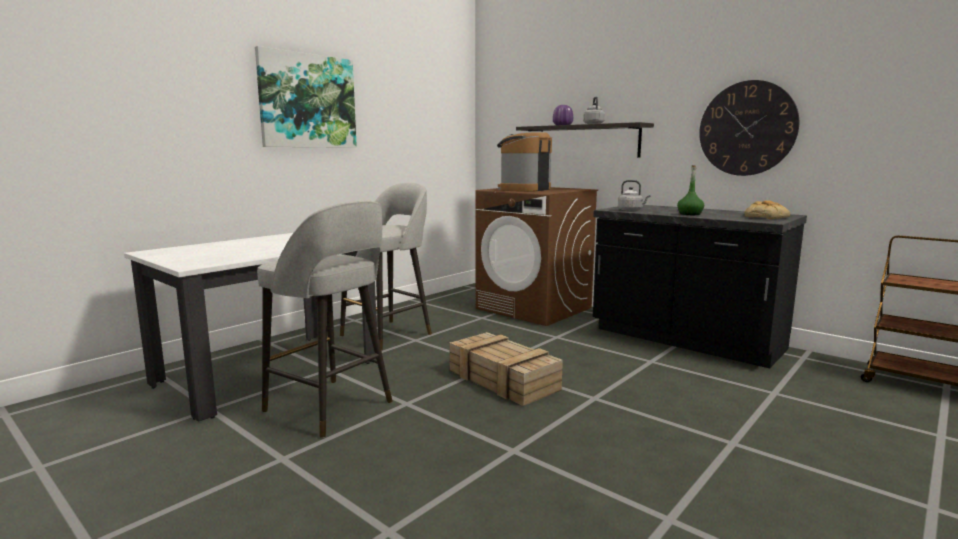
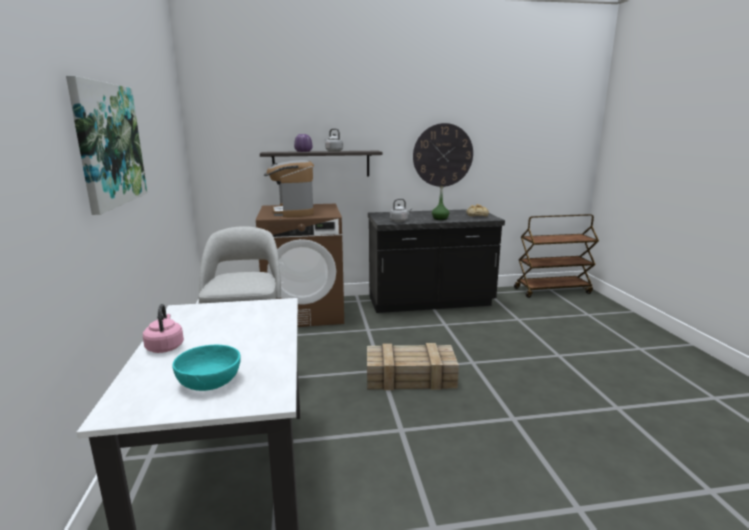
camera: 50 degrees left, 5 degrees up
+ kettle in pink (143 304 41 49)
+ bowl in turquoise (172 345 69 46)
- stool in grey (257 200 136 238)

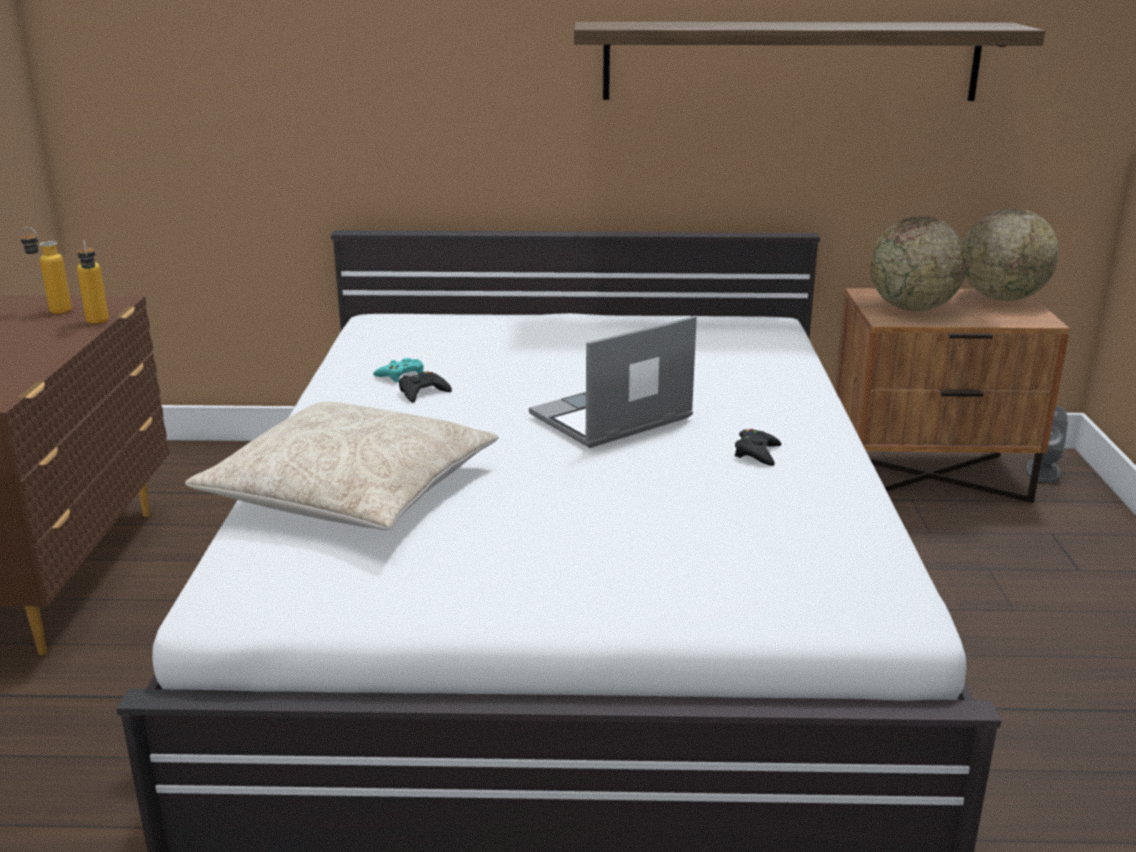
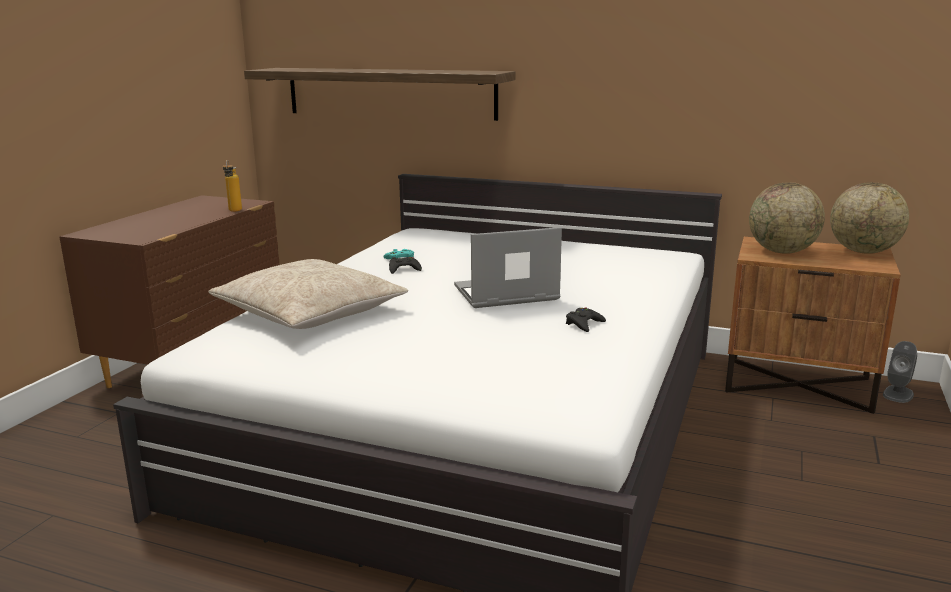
camera: 20 degrees right, 5 degrees down
~ shelf (574 22 471 79) to (244 68 271 53)
- bottle (20 227 52 87)

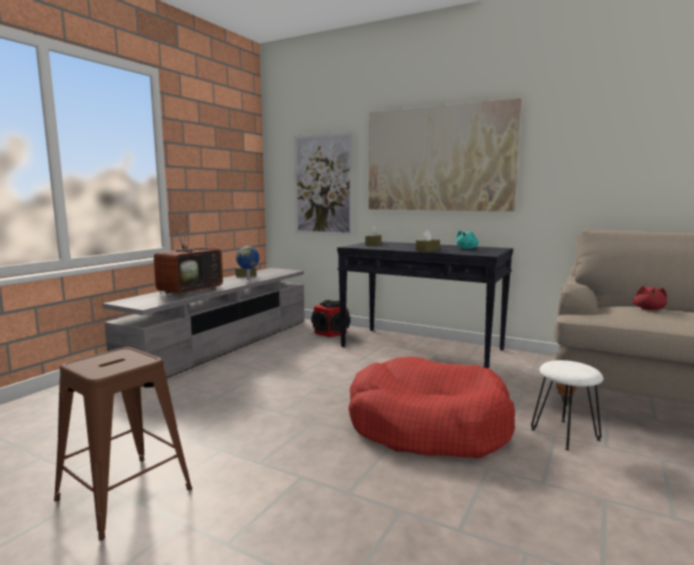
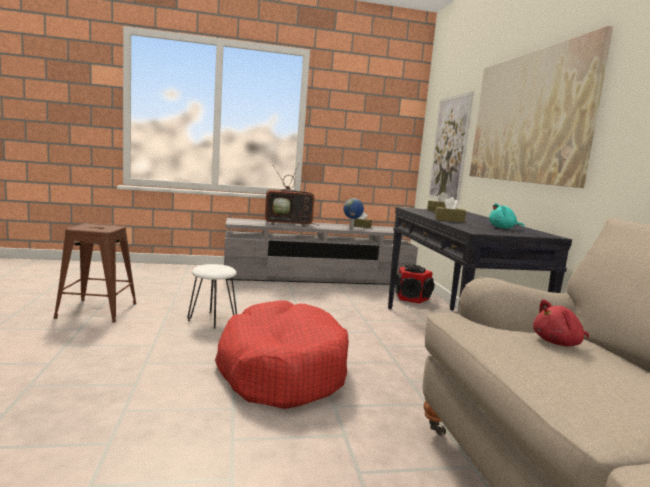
camera: 50 degrees right, 0 degrees up
~ stool in white (531 360 72 91) to (187 264 50 64)

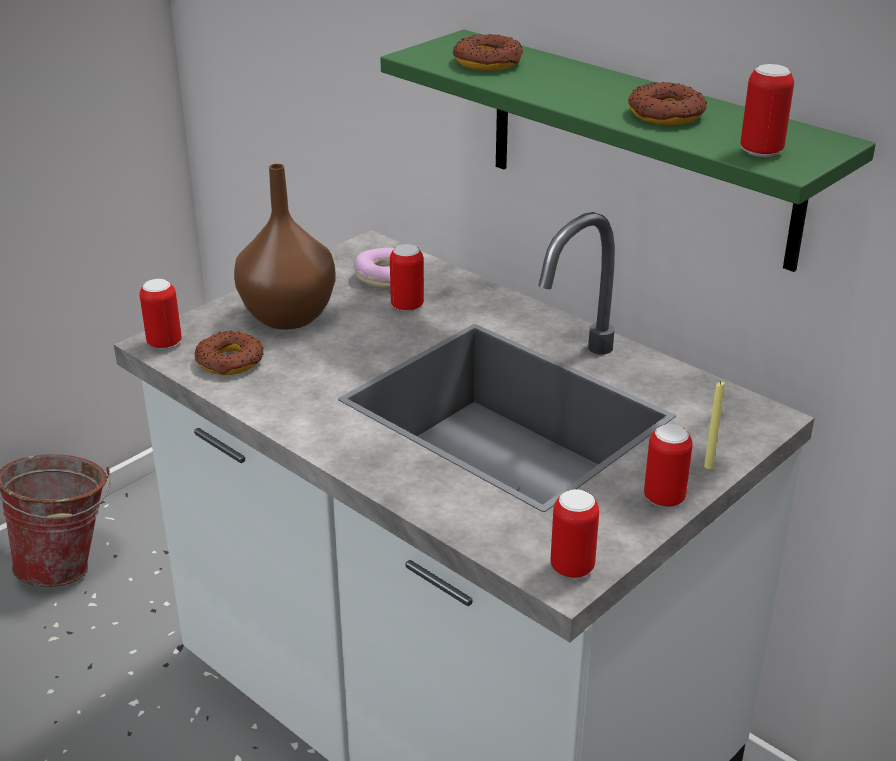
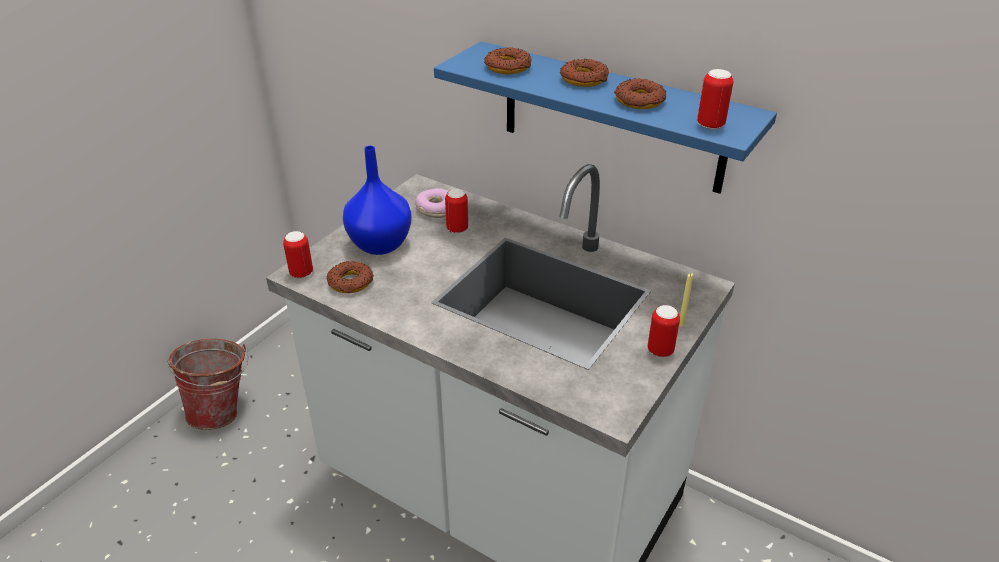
camera: 10 degrees left, 5 degrees up
~ vase in brown (234 164 102 166) to vase in blue (343 146 69 109)
~ shelf in green (380 30 496 242) to shelf in blue (434 41 343 153)
+ donut (560 59 49 28)
- can (550 489 49 89)

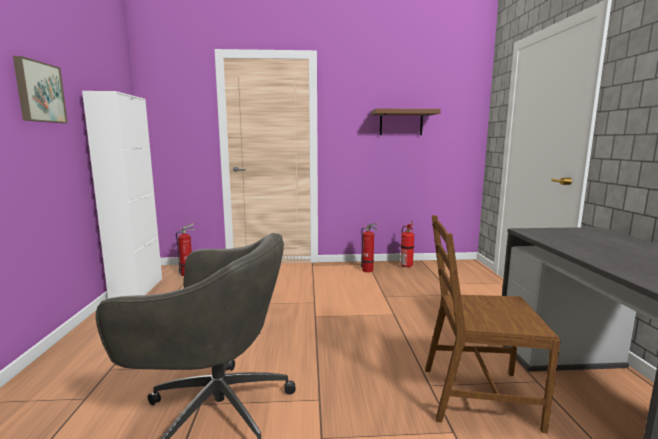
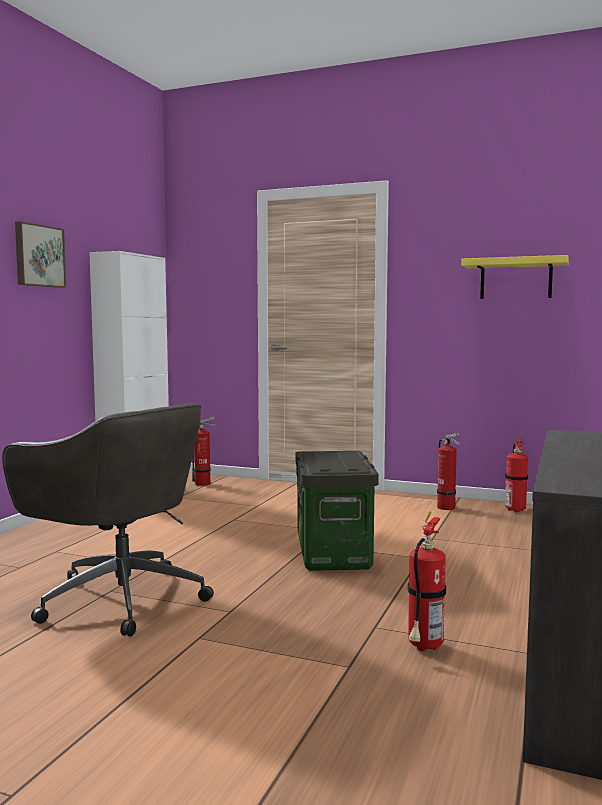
camera: 25 degrees right, 5 degrees down
+ storage box (296 451 83 120)
~ chair in brown (425 215 135 218) to fire extinguisher (408 511 38 141)
~ shelf in brown (371 109 70 26) to shelf in yellow (461 255 108 44)

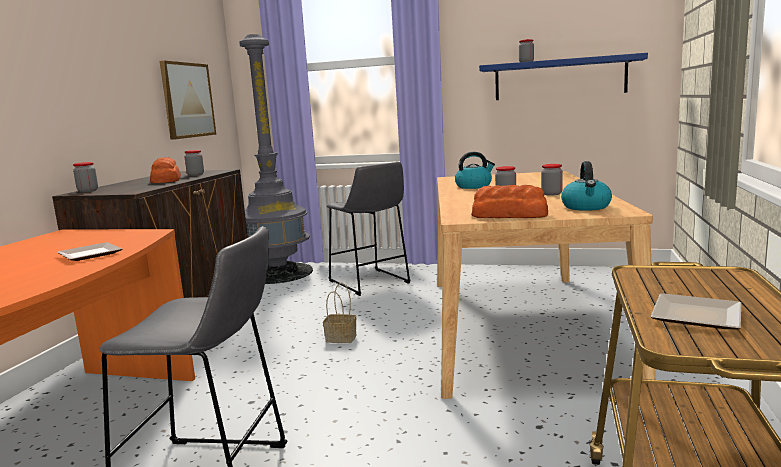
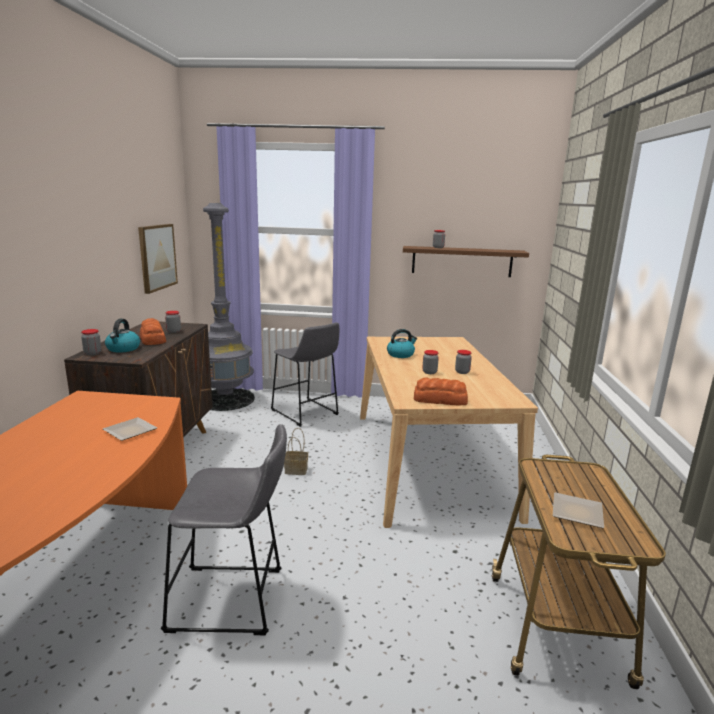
camera: 10 degrees left, 5 degrees up
~ kettle (561 161 51 50) to (105 319 35 34)
~ shelf in blue (479 53 169 47) to shelf in brown (403 246 126 31)

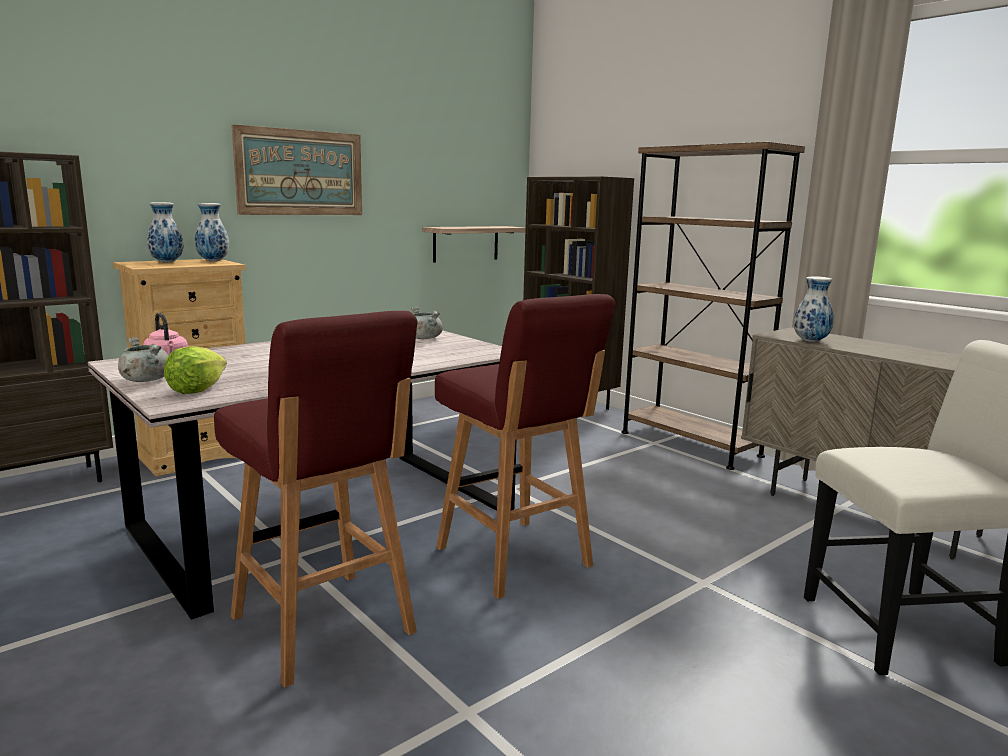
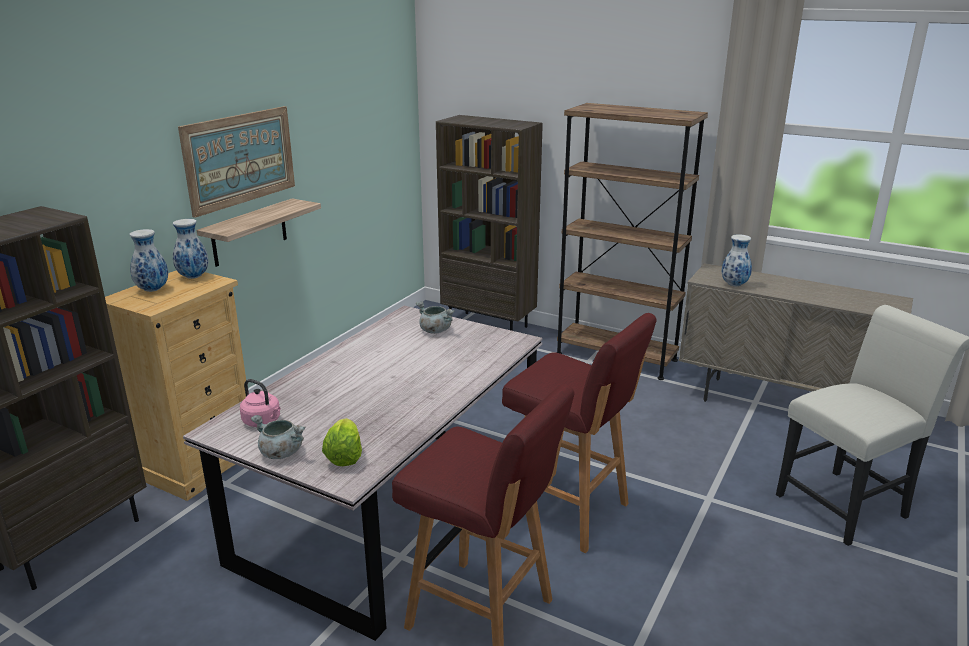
camera: 20 degrees left, 10 degrees up
~ shelf (422 226 104 36) to (197 199 124 68)

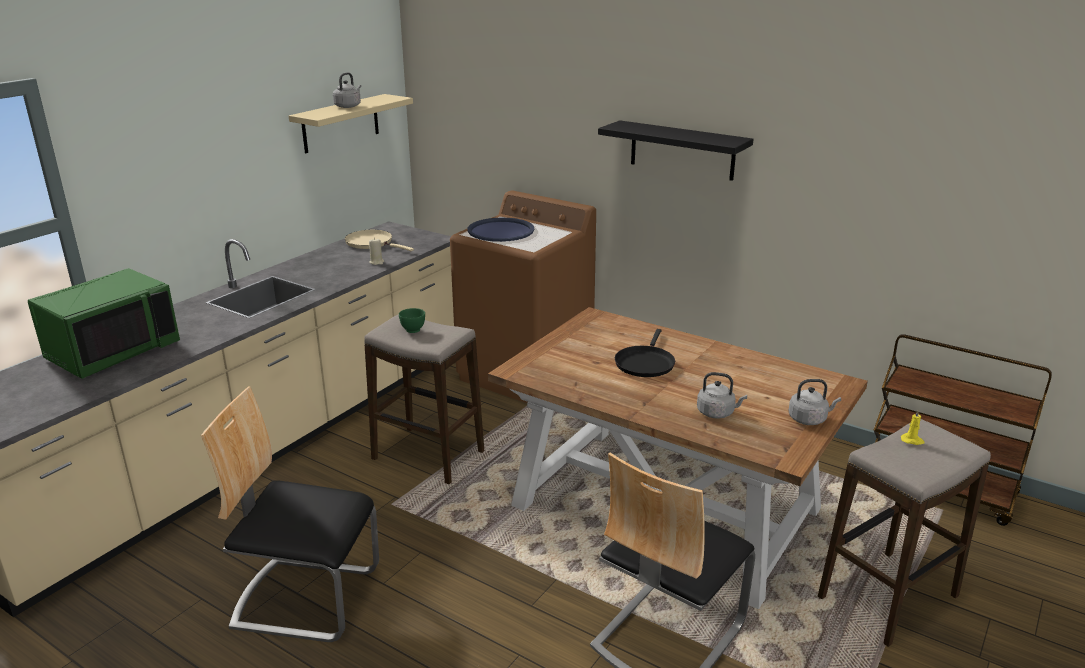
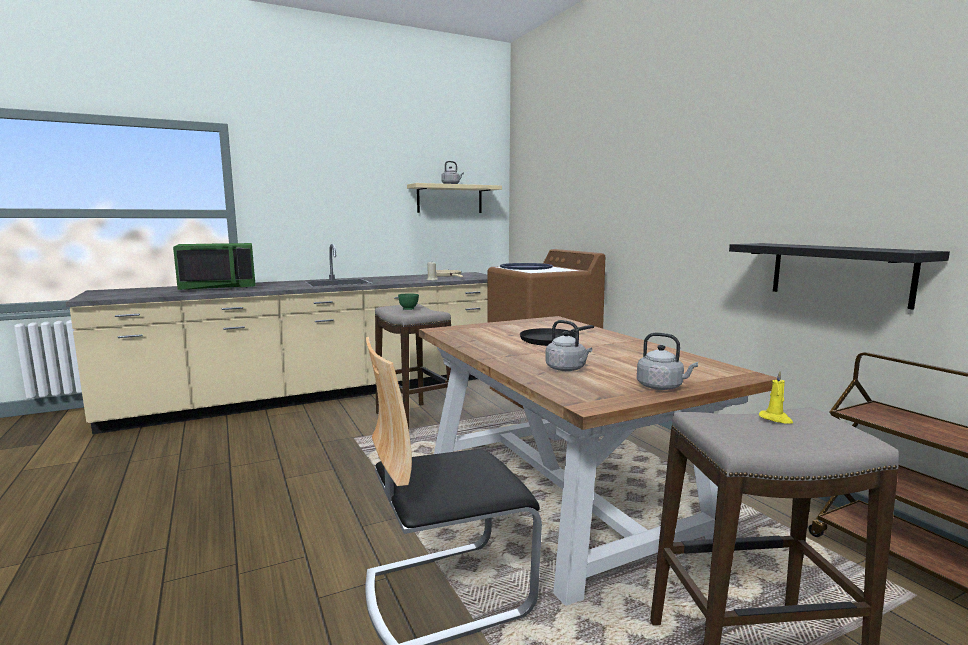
camera: 30 degrees right, 15 degrees down
~ shelf in black (598 120 155 61) to (729 243 221 66)
- chair (201 386 178 256)

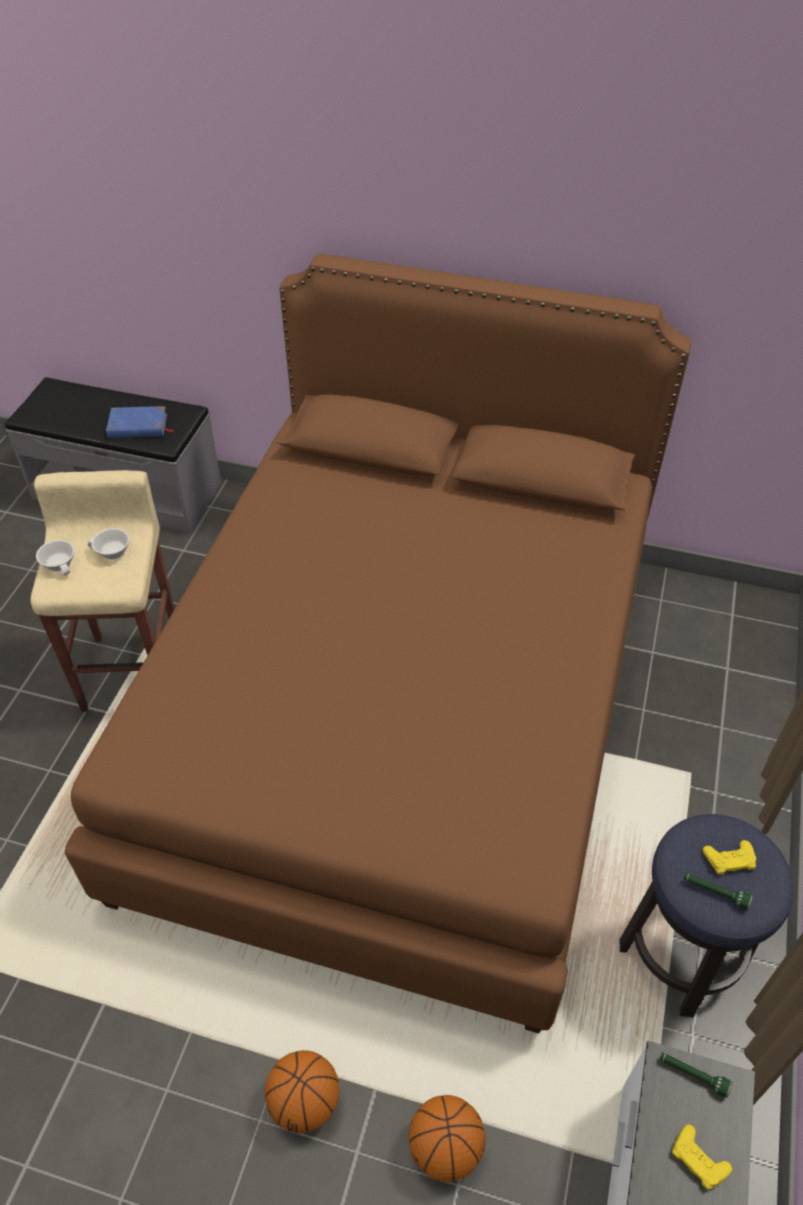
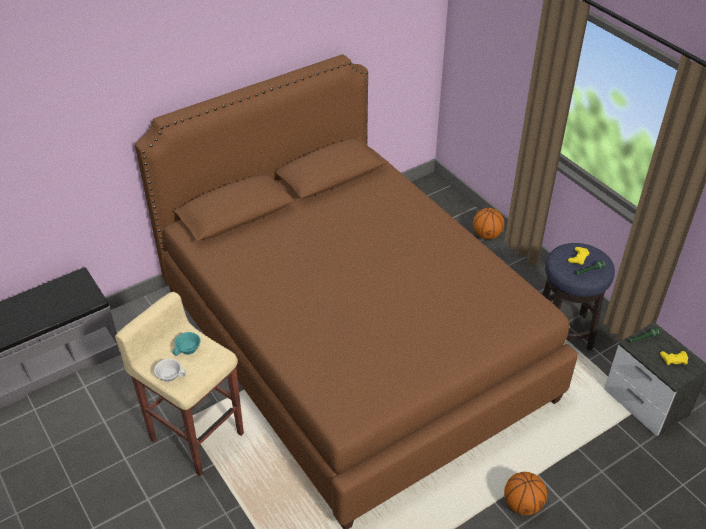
camera: 50 degrees left, 5 degrees down
~ cup in white (87 528 42 32) to cup in turquoise (172 332 29 24)
~ basketball (408 1095 77 87) to (473 208 31 31)
- book in blue (106 406 68 32)

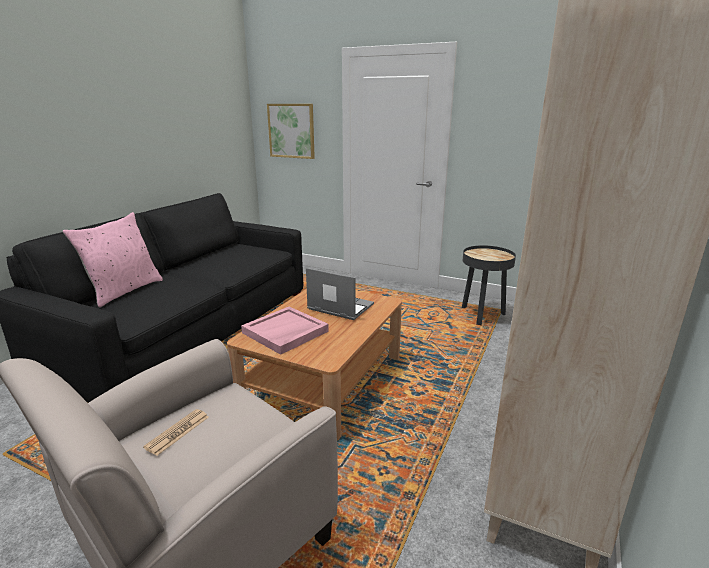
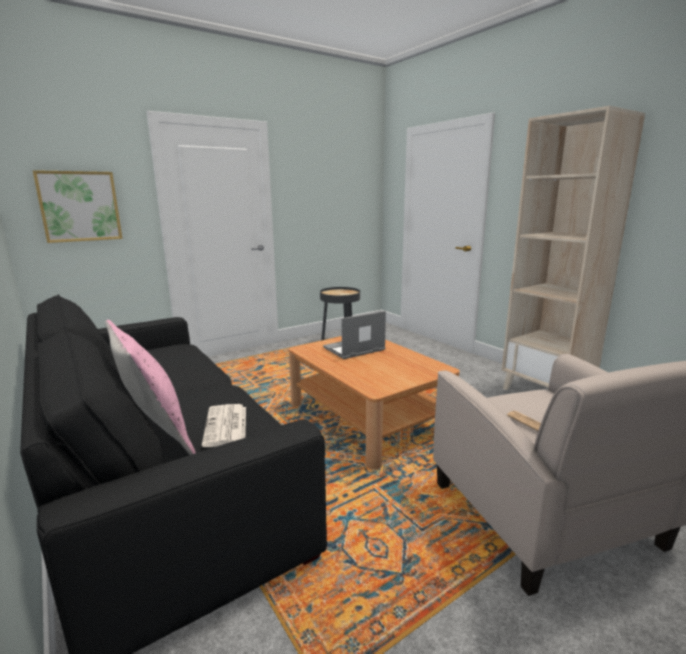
camera: 60 degrees left, 5 degrees down
+ newspaper (202 404 44 43)
- tray in pink (241 307 88 48)

